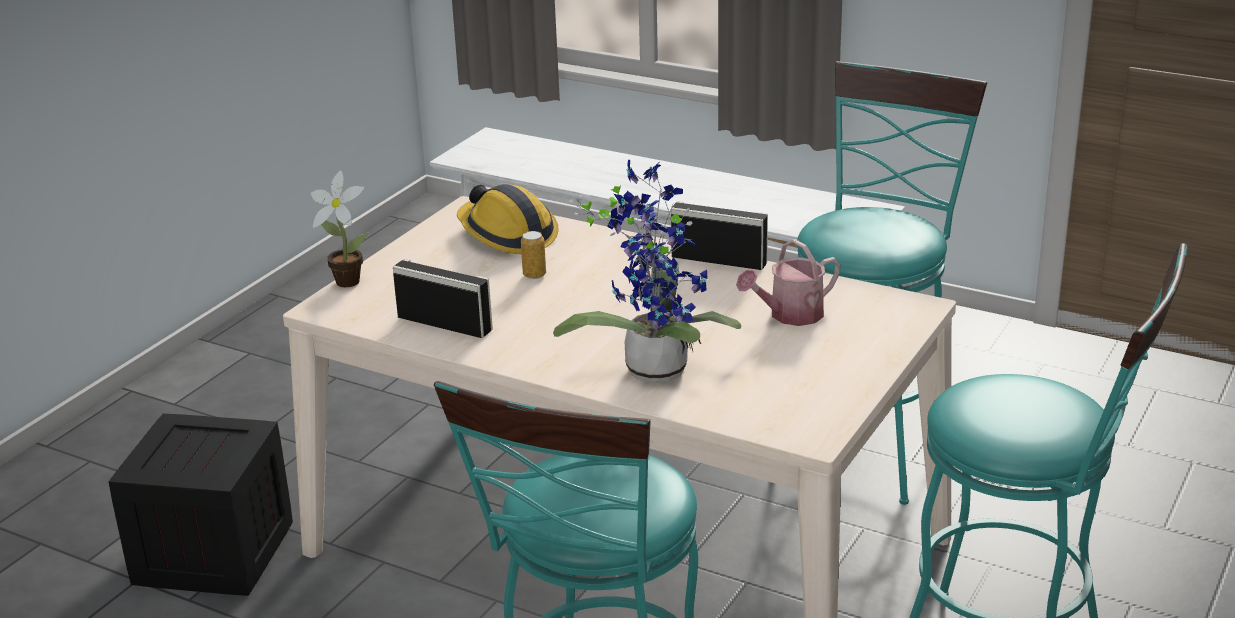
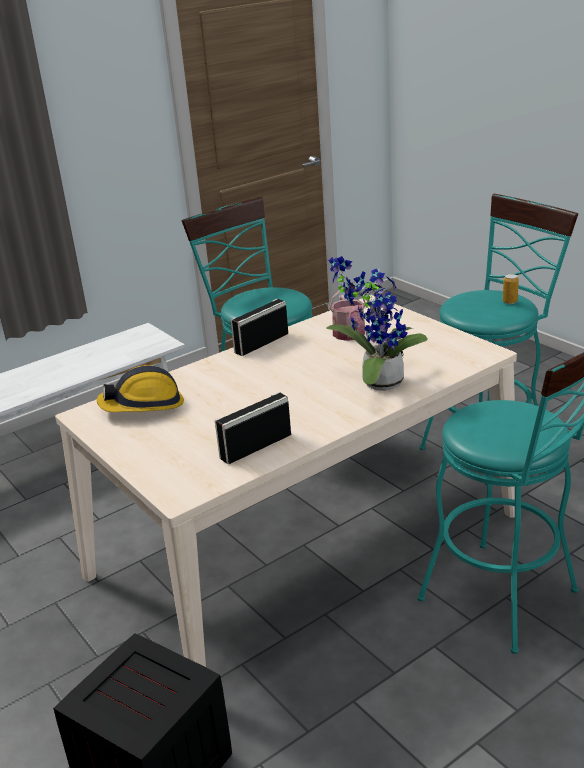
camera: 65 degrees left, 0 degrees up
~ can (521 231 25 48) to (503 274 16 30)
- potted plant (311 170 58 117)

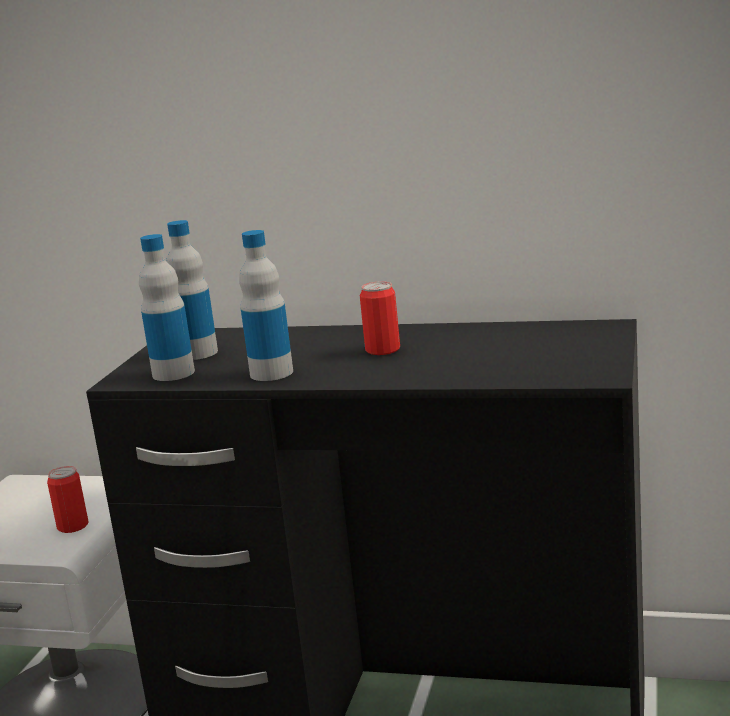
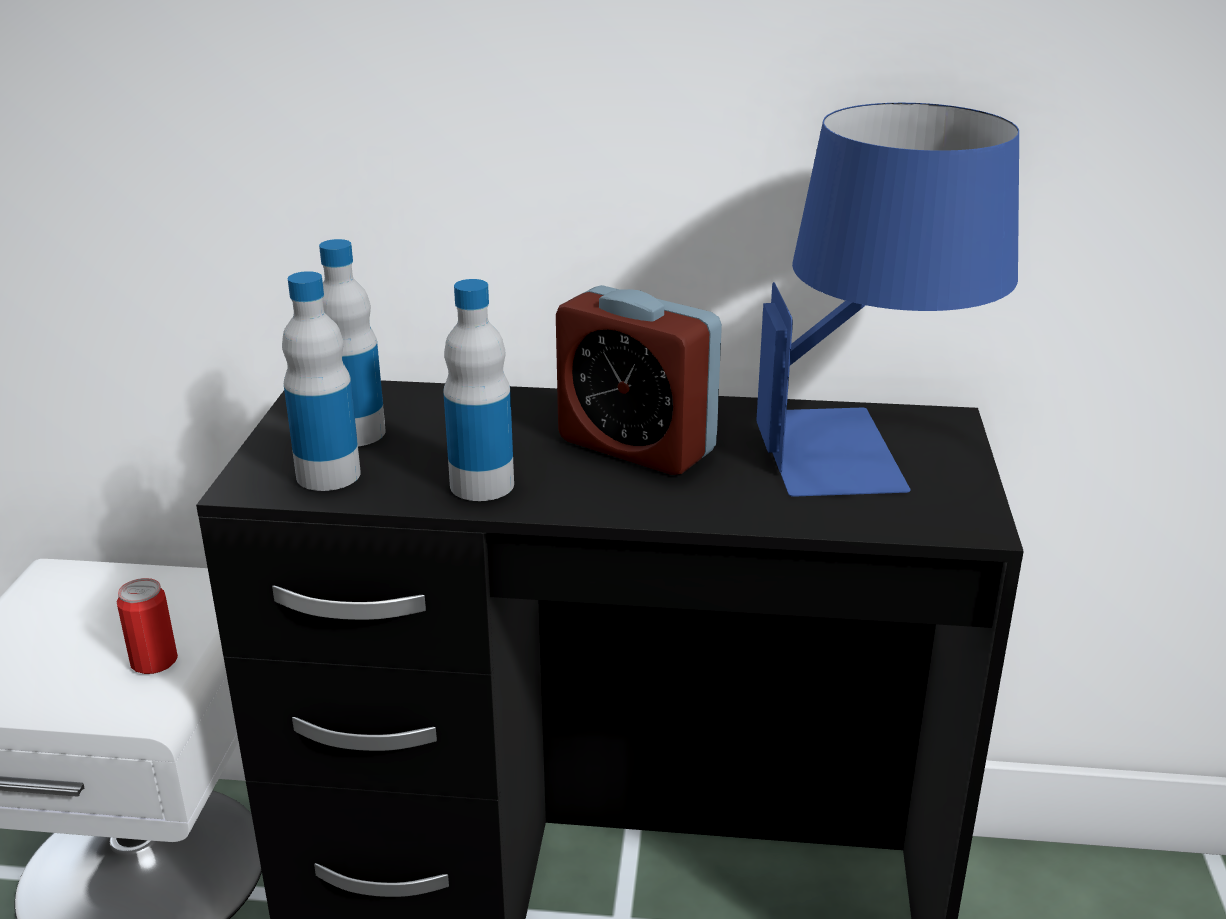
camera: 10 degrees left, 10 degrees up
~ can (360 281 40 74) to alarm clock (556 285 166 190)
+ table lamp in blue (756 103 263 394)

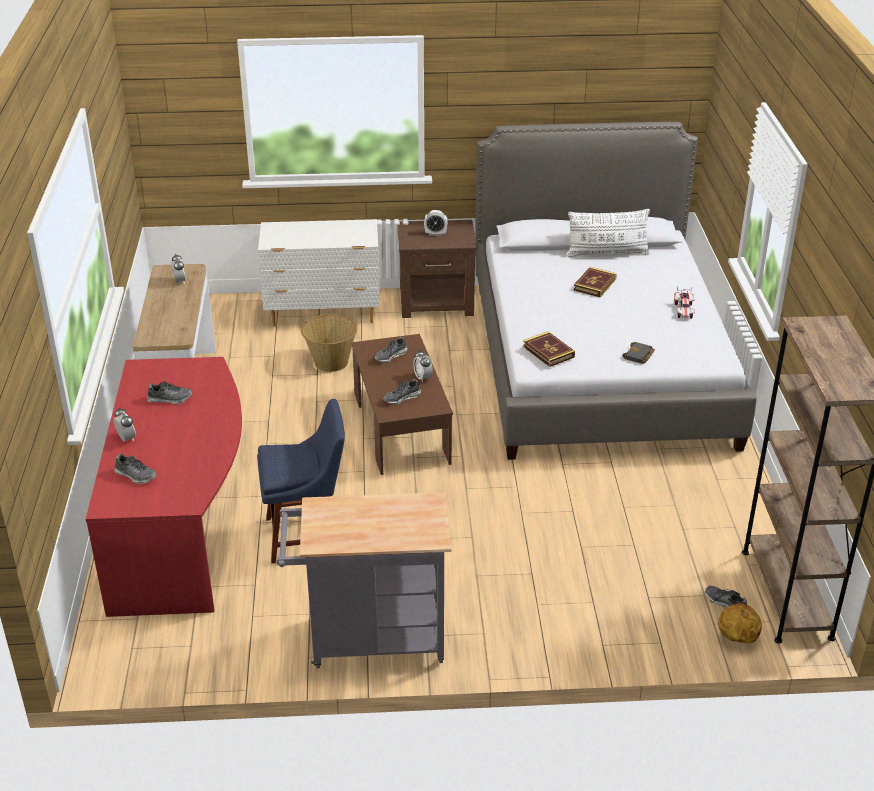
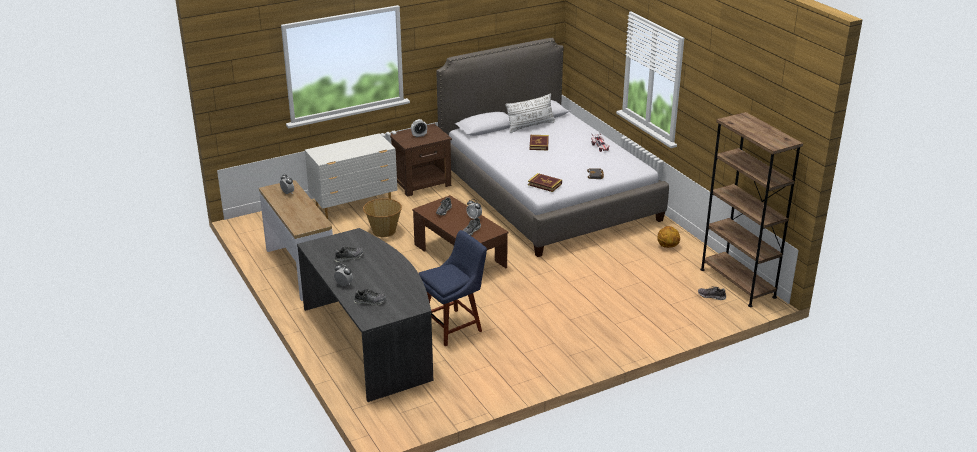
camera: 25 degrees left, 5 degrees down
~ desk in red (86 357 156 260) to desk in grey (297 228 136 174)
~ basketball (718 603 44 40) to (658 226 22 22)
- cart in grey (277 492 174 176)

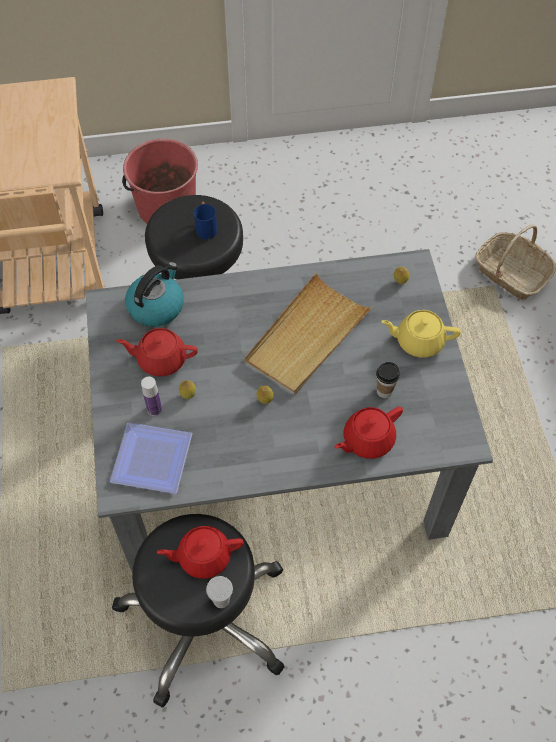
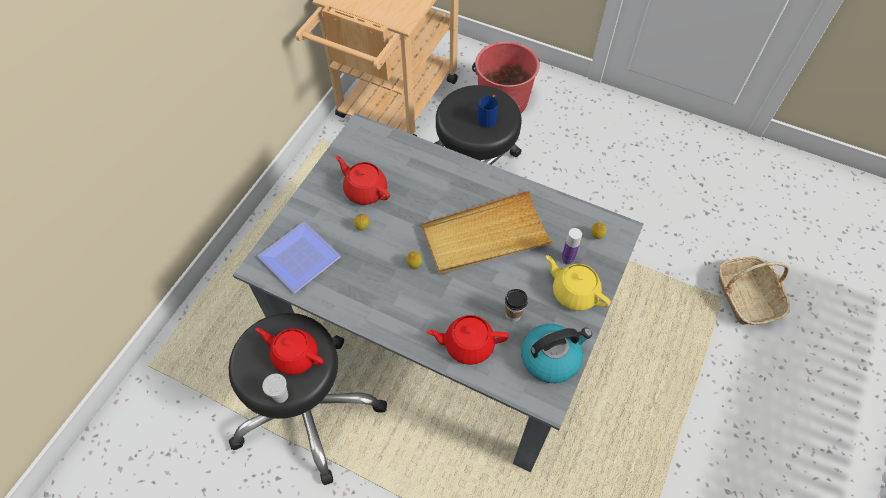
camera: 35 degrees right, 0 degrees up
~ kettle (125 262 58 65) to (521 324 71 59)
~ bottle (141 376 21 40) to (561 228 21 37)

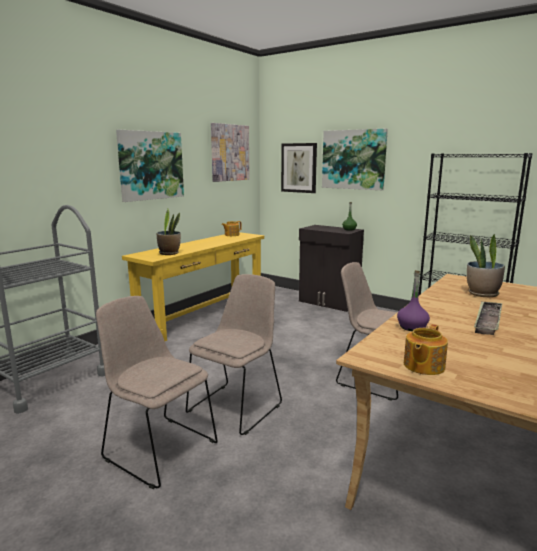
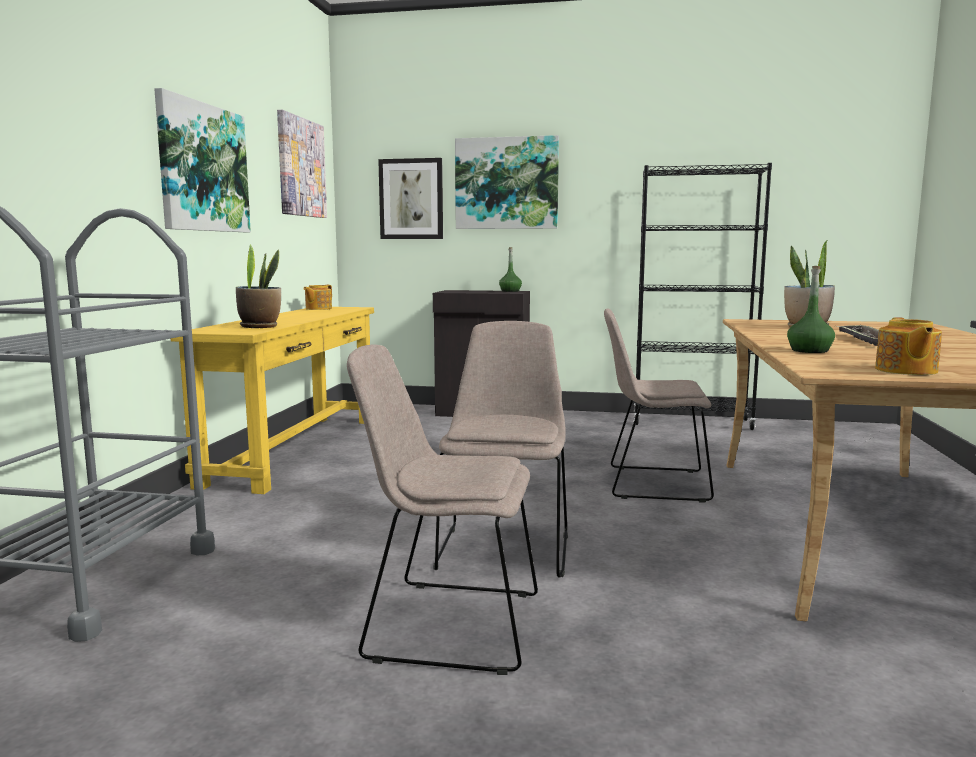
camera: 25 degrees left, 5 degrees down
~ bottle in purple (397 270 33 61) to bottle in green (787 266 48 87)

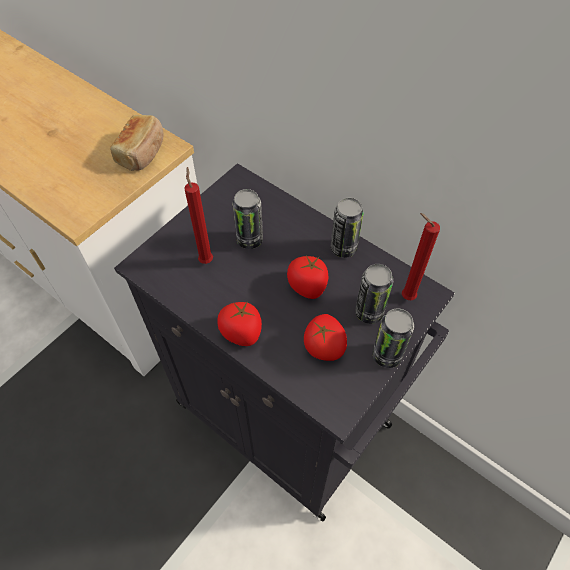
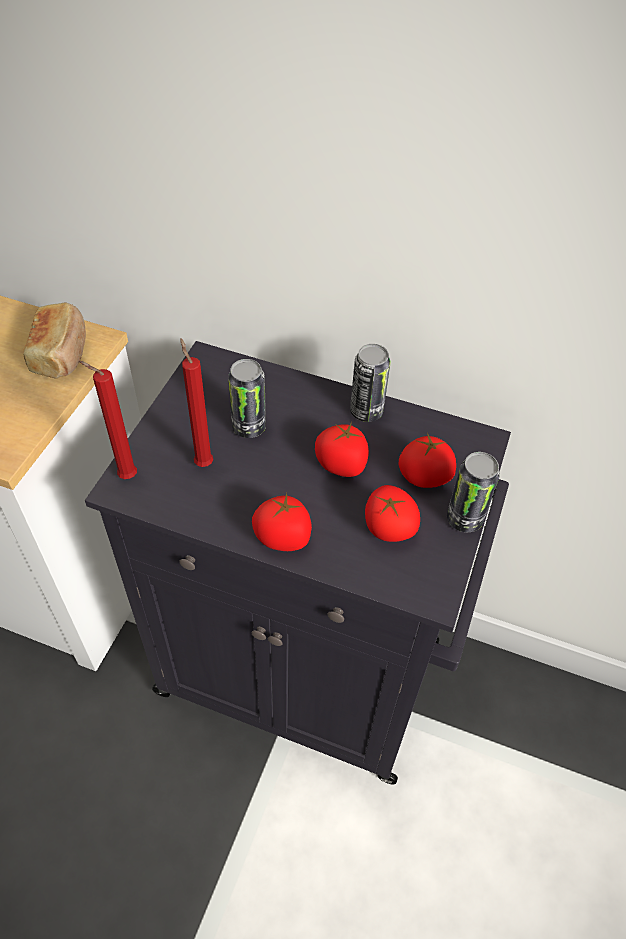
camera: 20 degrees left, 5 degrees down
~ candle in red (402 213 38 87) to (79 361 58 118)
~ can (355 264 38 60) to tomato (398 433 58 55)

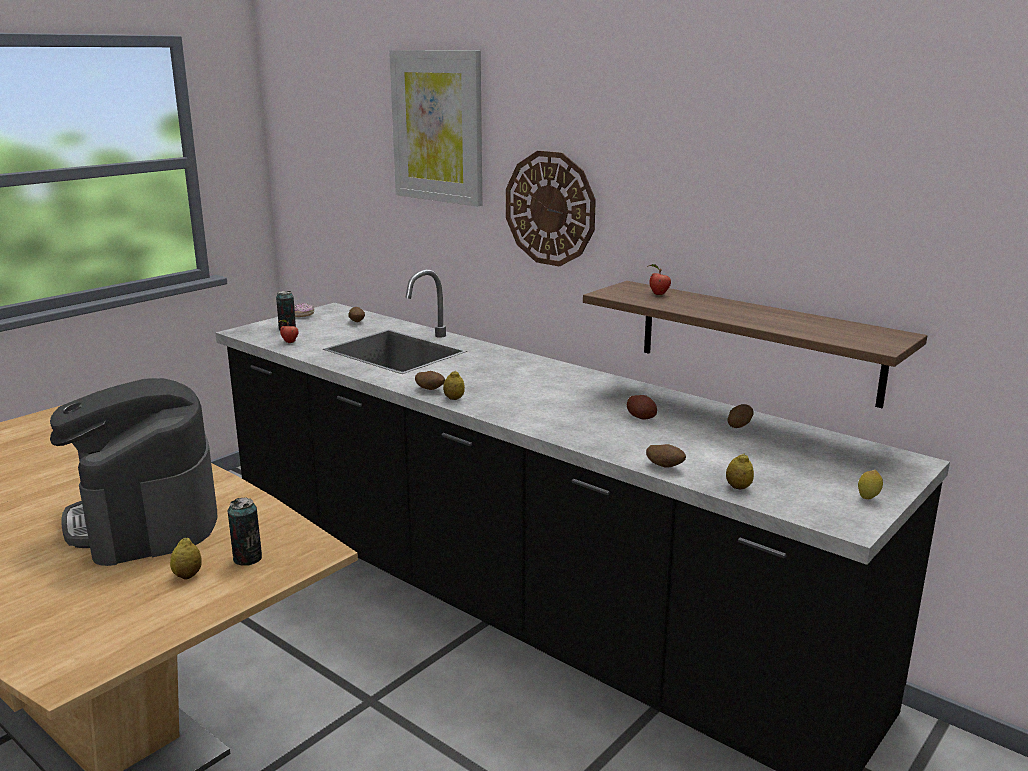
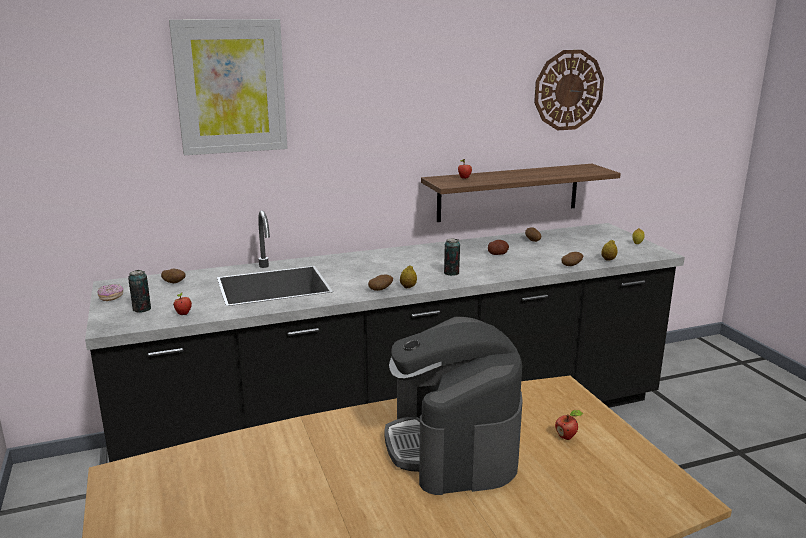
camera: 60 degrees left, 0 degrees up
~ coffee machine (50 378 167 188) = (384 317 139 178) 75 degrees clockwise
~ can (228 497 34 69) to (444 238 16 38)
~ wall clock (506 151 90 115) to (534 50 70 80)
~ lemon (170 538 32 42) to apple (555 410 29 30)

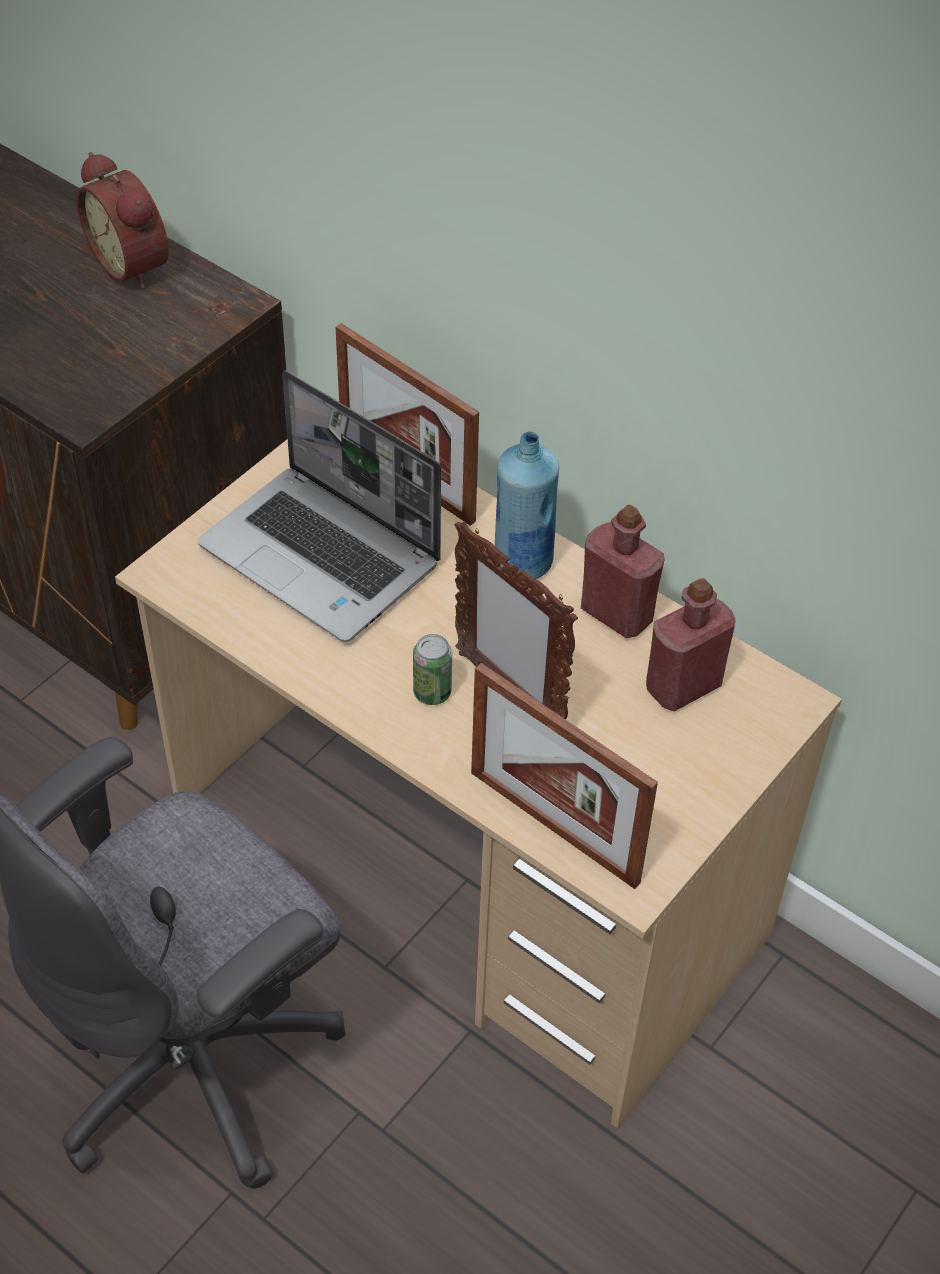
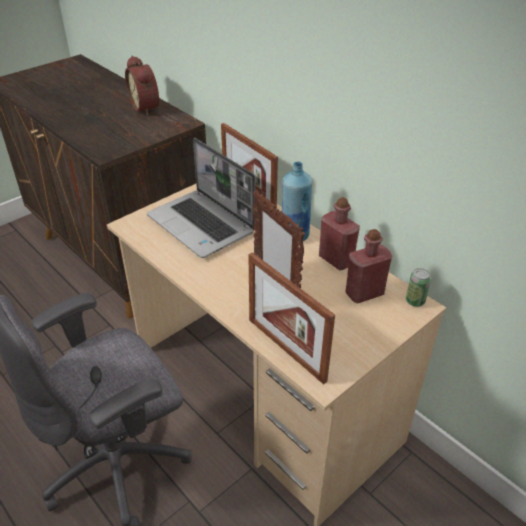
camera: 10 degrees right, 10 degrees down
~ can (413 634 39 71) to (406 268 25 39)

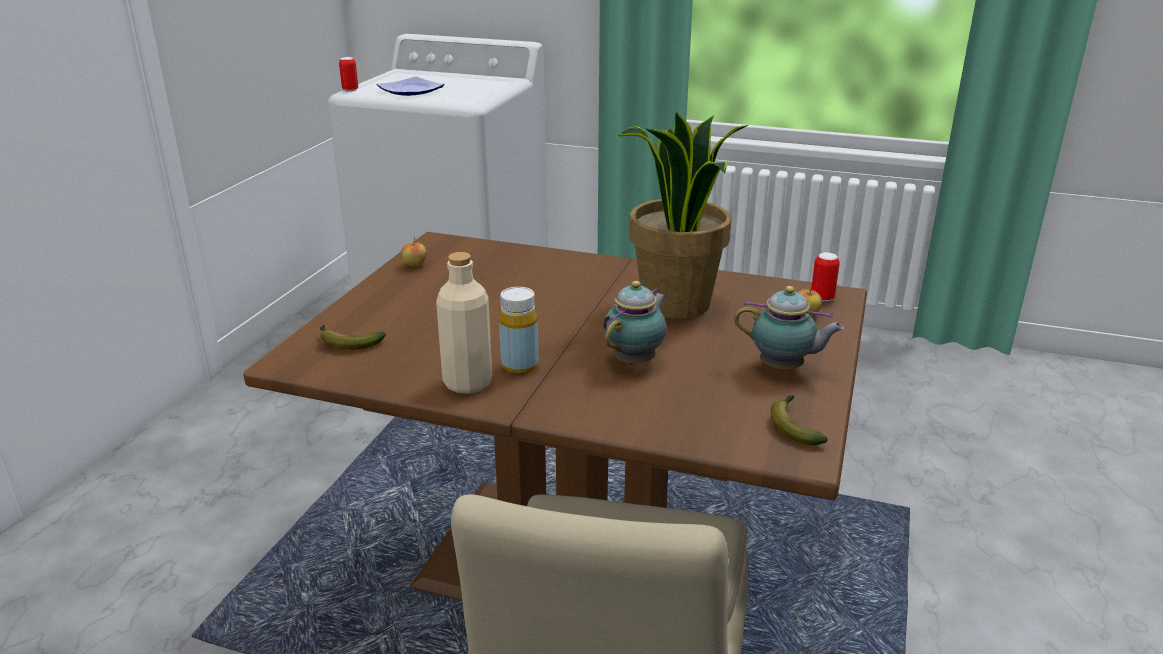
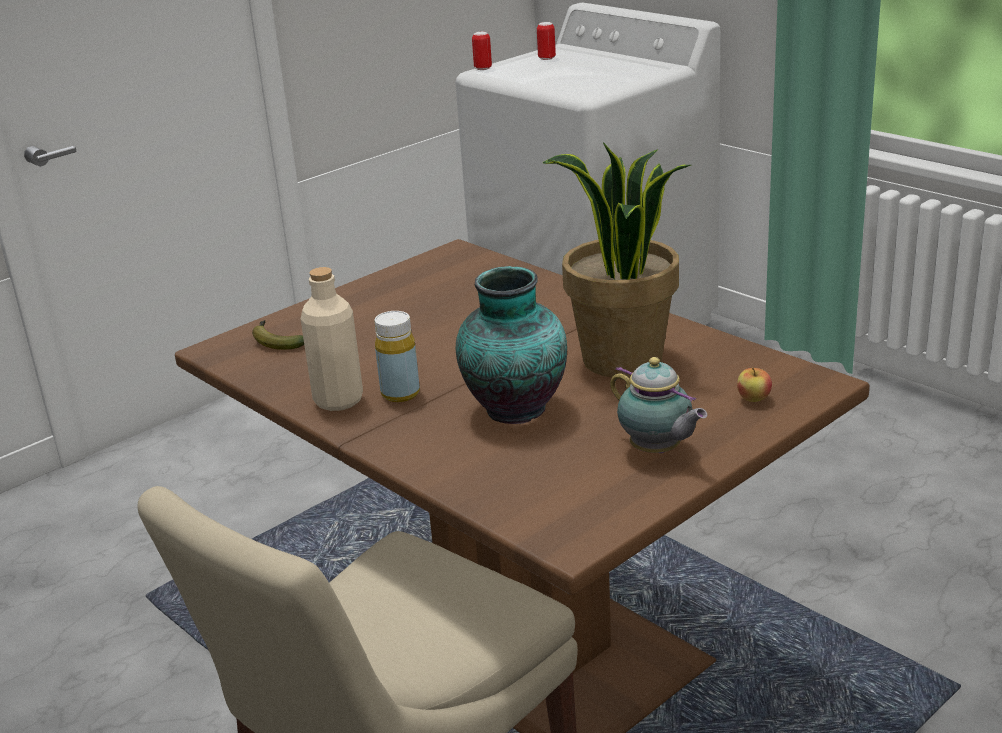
camera: 30 degrees right, 0 degrees up
~ teapot (603 281 64 84) to vase (455 266 112 158)
~ can (811 252 29 50) to (537 22 19 38)
- plate (377 76 68 20)
- apple (401 238 26 29)
- banana (770 395 58 50)

